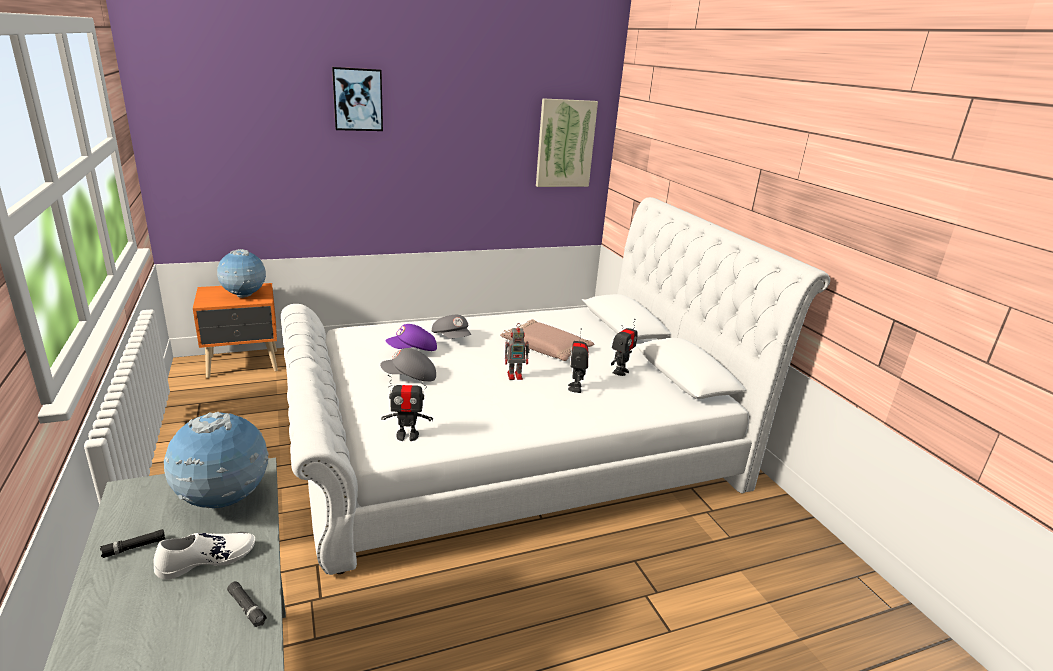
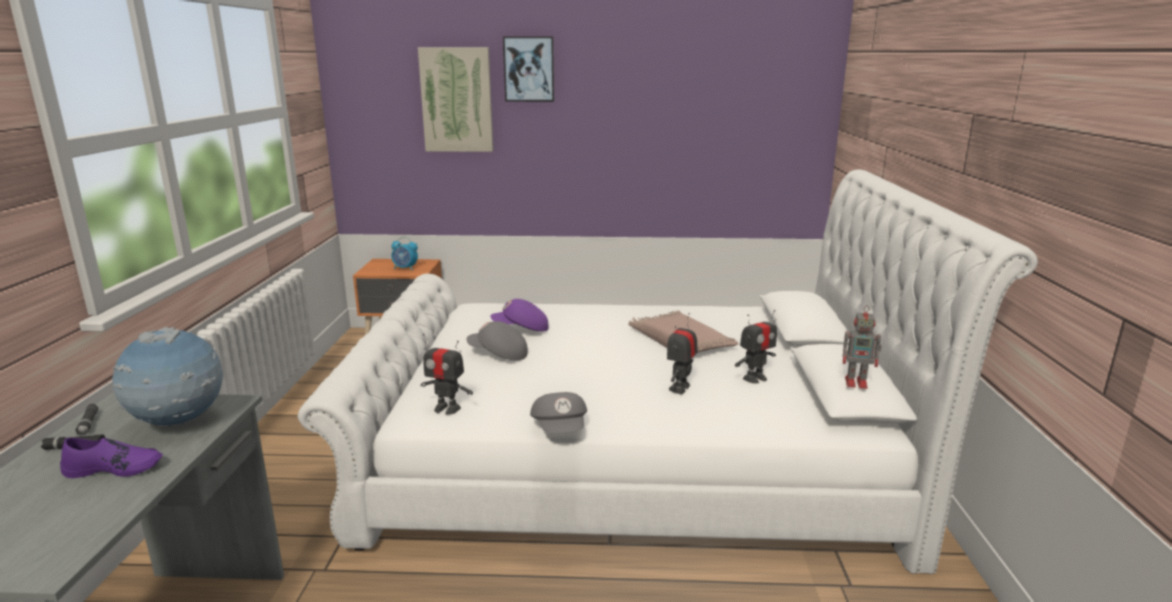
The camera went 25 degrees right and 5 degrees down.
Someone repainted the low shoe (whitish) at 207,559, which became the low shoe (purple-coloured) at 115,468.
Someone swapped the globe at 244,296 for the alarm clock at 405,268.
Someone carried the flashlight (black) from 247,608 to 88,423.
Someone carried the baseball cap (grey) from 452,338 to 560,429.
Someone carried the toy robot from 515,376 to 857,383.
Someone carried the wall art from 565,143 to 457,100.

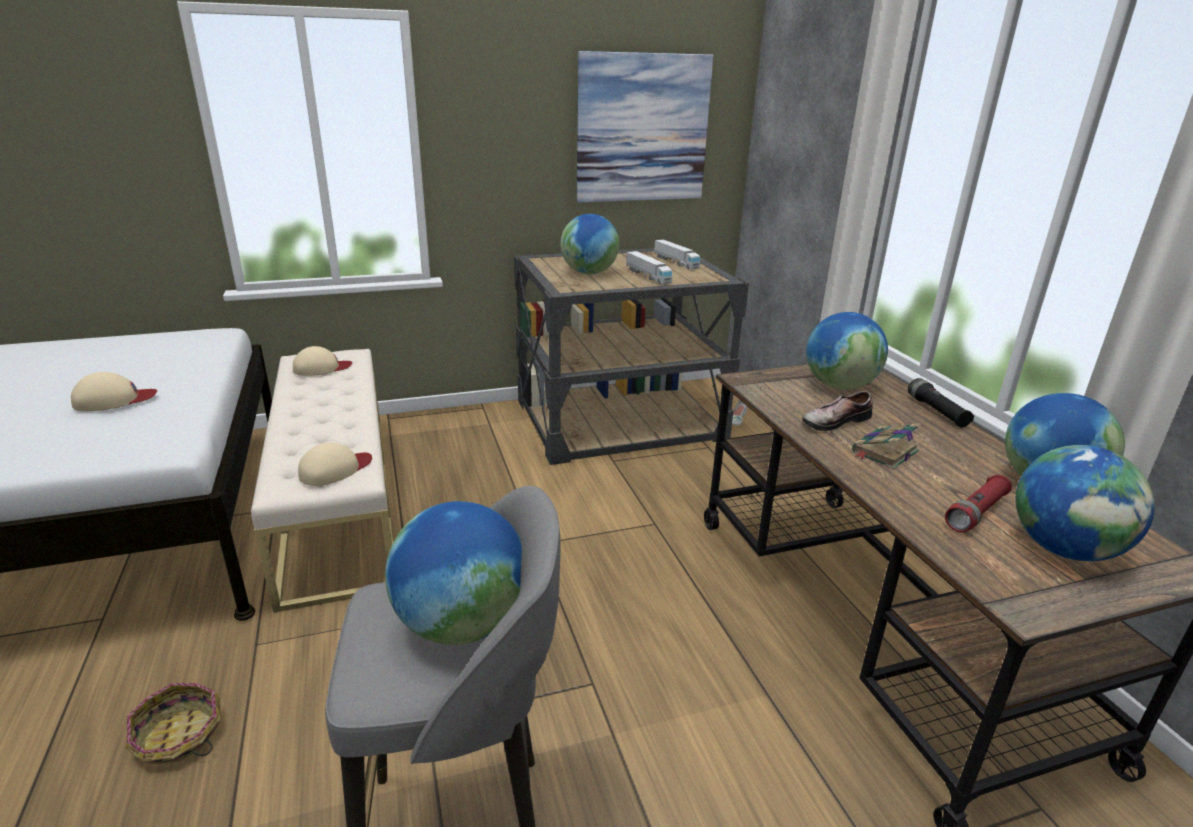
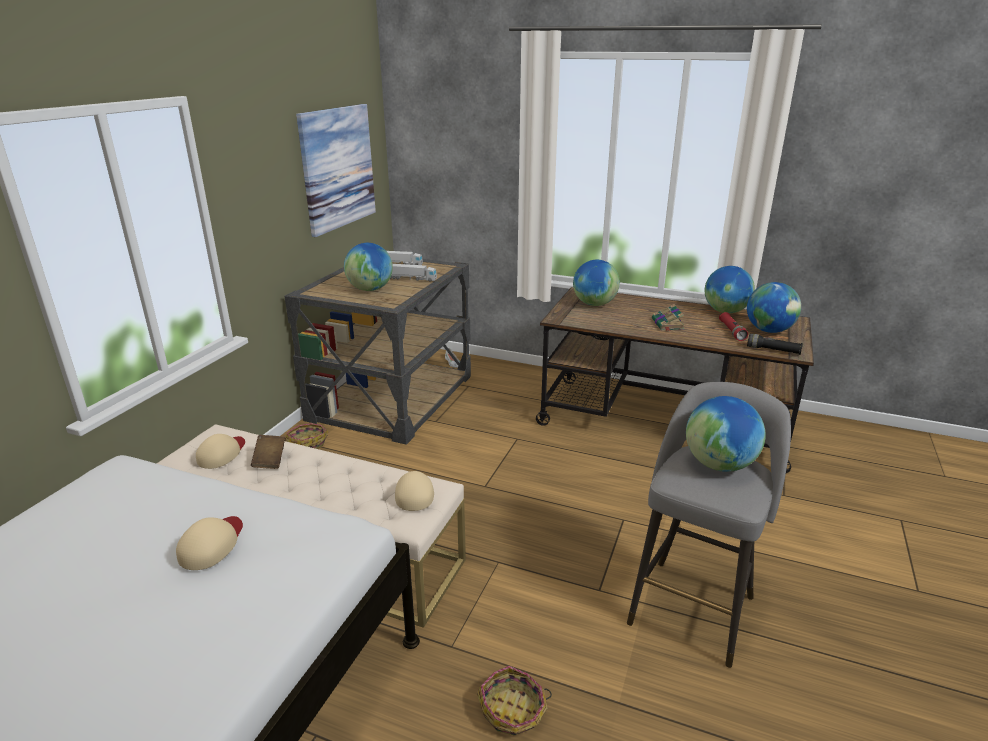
The camera went 50 degrees left and 0 degrees up.
Someone took away the low shoe at 834,420.
Someone carried the flashlight (black) from 936,412 to 773,350.
Someone put down the volume (brown) at 270,460.
Someone put down the household basket at 308,443.

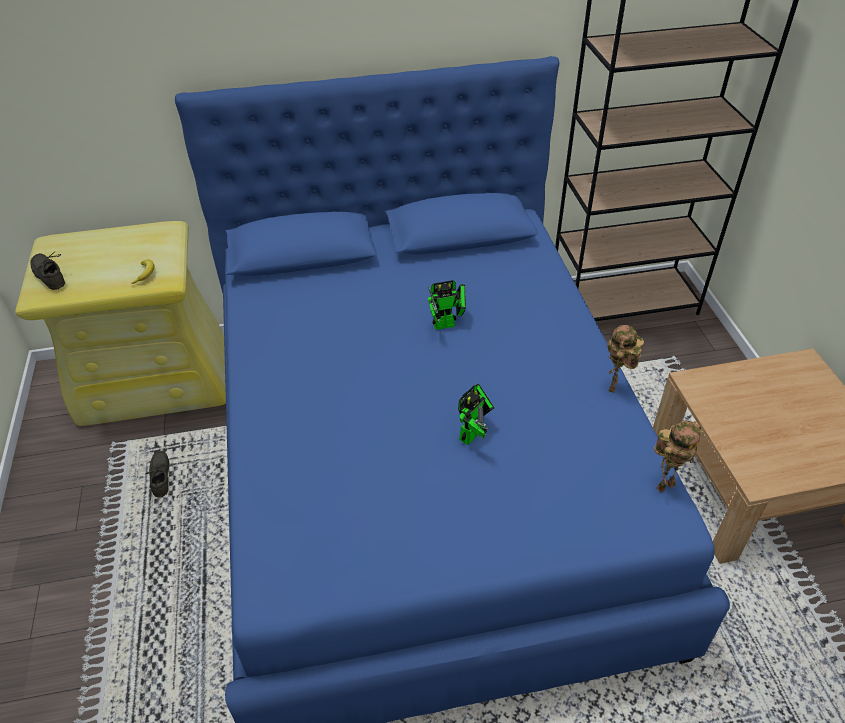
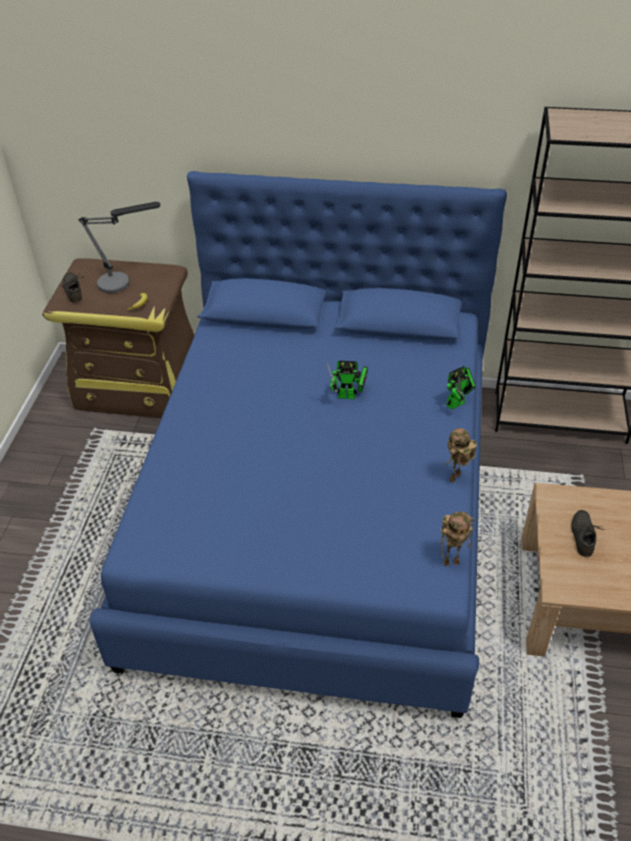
The camera went 20 degrees right and 0 degrees up.
Someone repainted the night table (yellowish) at 155,382, which became the night table (brown) at 142,389.
Someone carried the low shoe (grey) from 163,476 to 584,536.
Someone carried the toy robot from 473,432 to 458,402.
Someone put down the lamp for a table at 123,282.

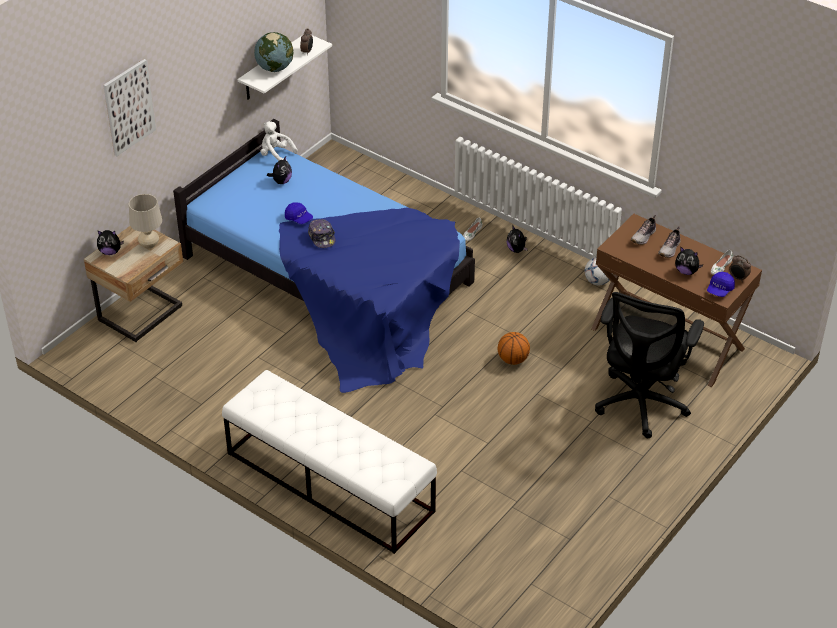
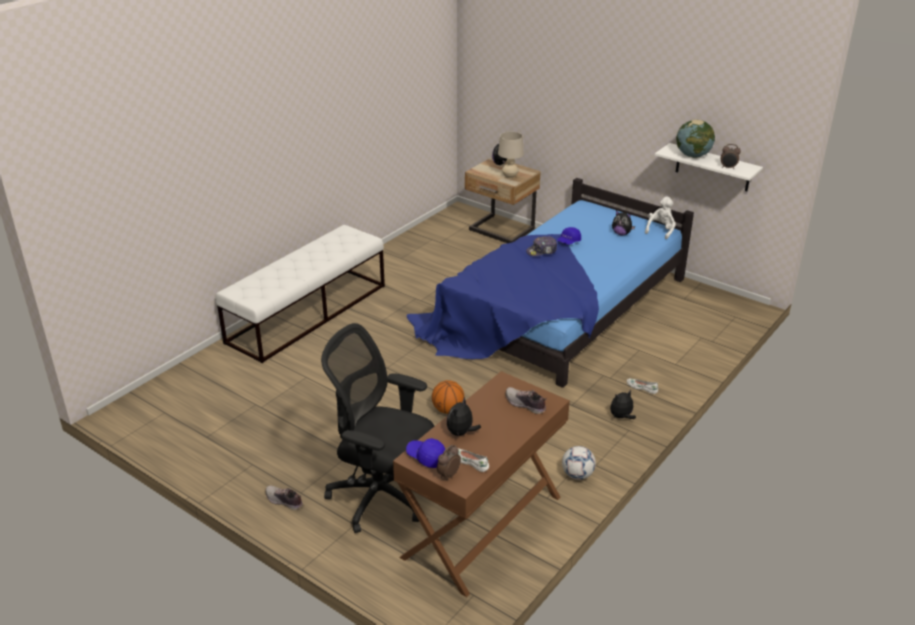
The camera went 90 degrees right and 10 degrees down.
Someone took away the wall art at 129,107.
Someone carried the low shoe from 670,249 to 284,501.

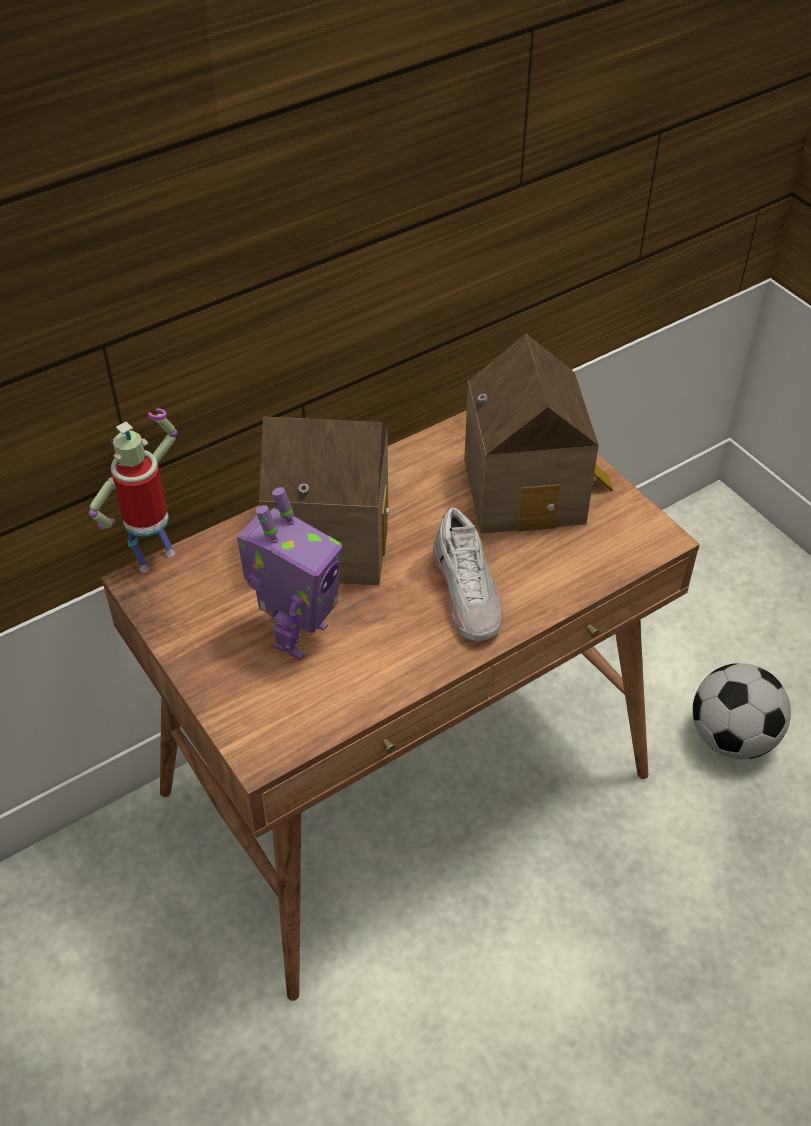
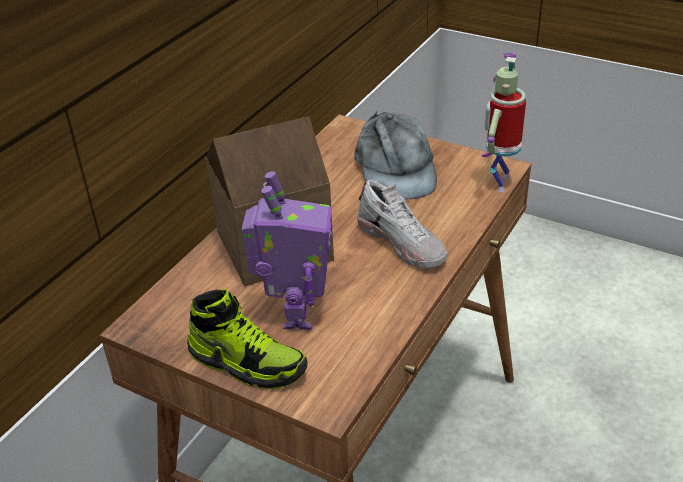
The camera went 25 degrees left and 10 degrees down.
Someone carried the toy robot from 154,556 to 499,182.
Someone swapped the toy house at 530,489 for the baseball cap (grey) at 395,169.
Someone took away the ball for football at 732,738.
Someone put down the low shoe at 247,363.

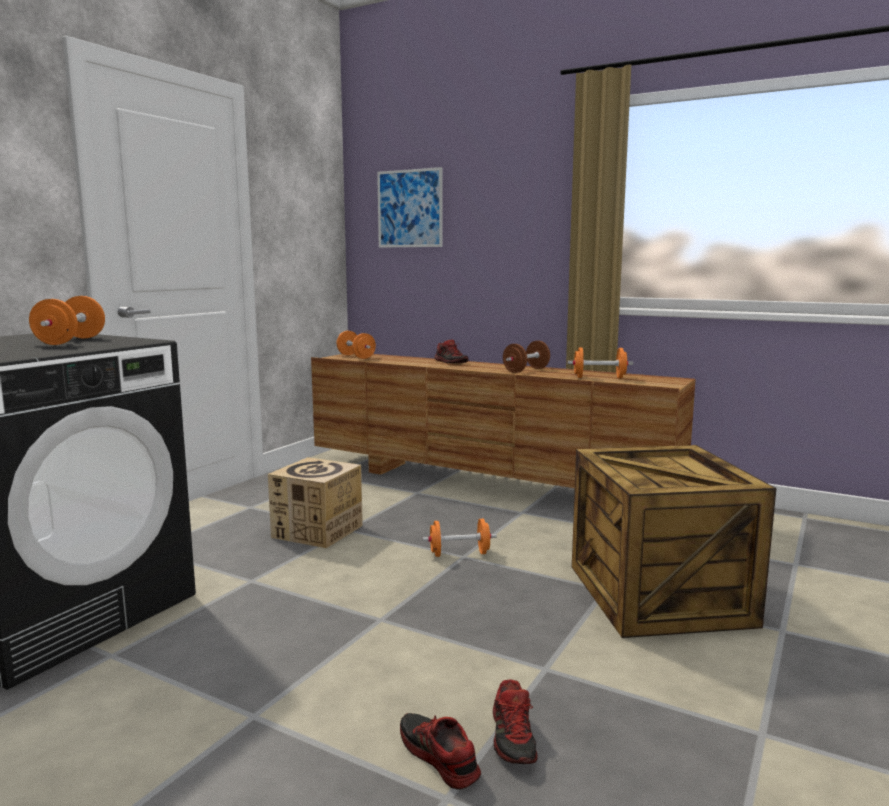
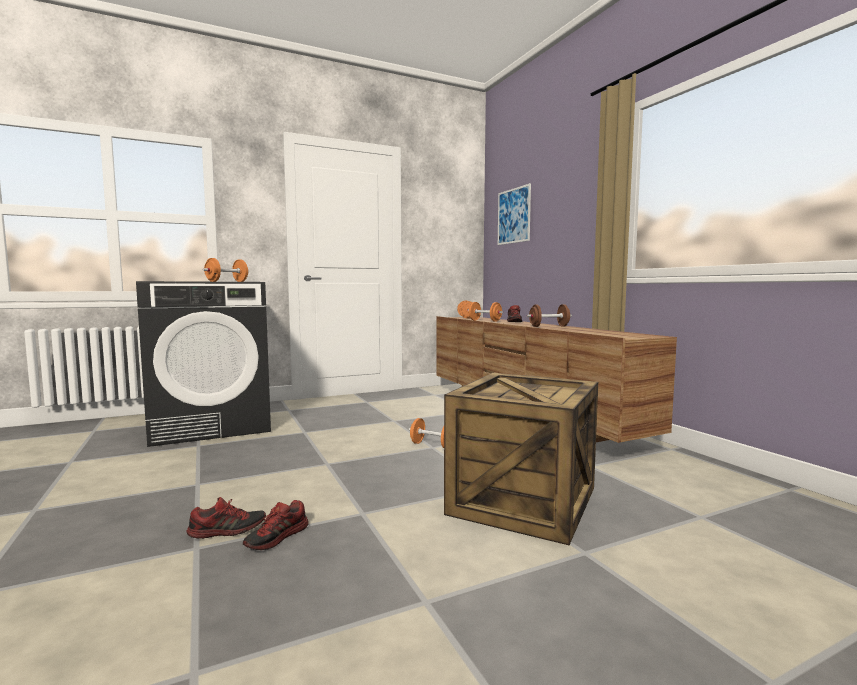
The camera went 35 degrees right and 5 degrees down.
Someone took away the carton at 317,531.
Someone rotated the low shoe at 437,758 by 75 degrees clockwise.
Someone carried the hand weight (orange) from 599,377 to 485,321.

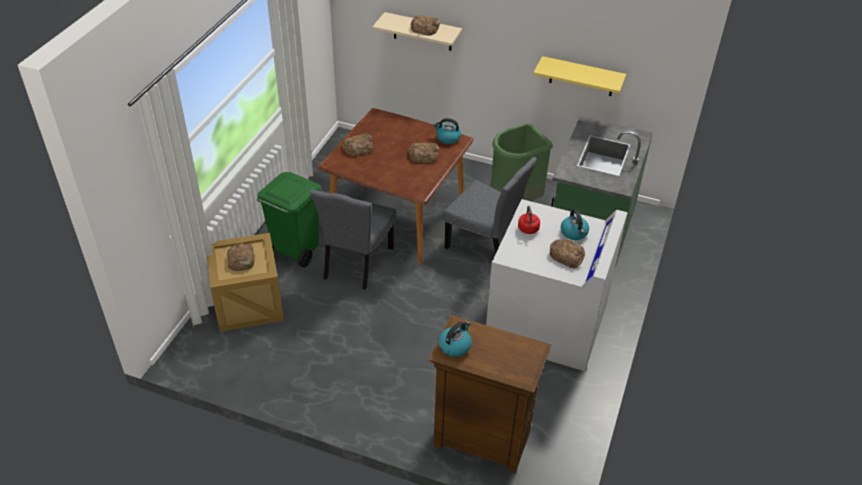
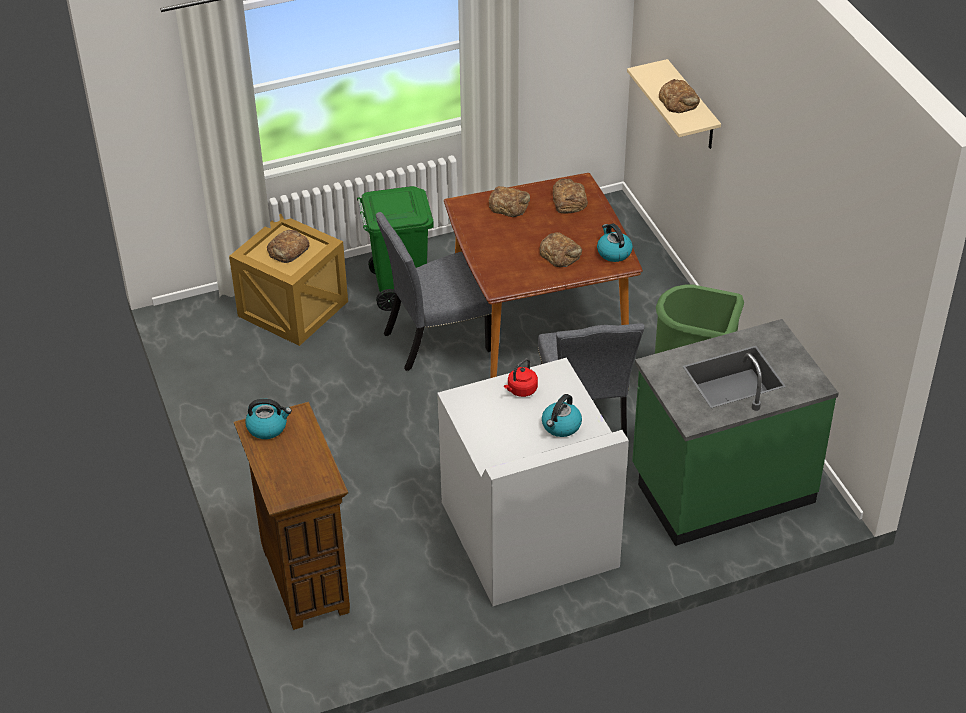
The camera went 50 degrees right and 0 degrees up.
Someone took away the shelf (yellowish) at 581,76.
Someone carried the baked bread from 566,256 to 569,200.

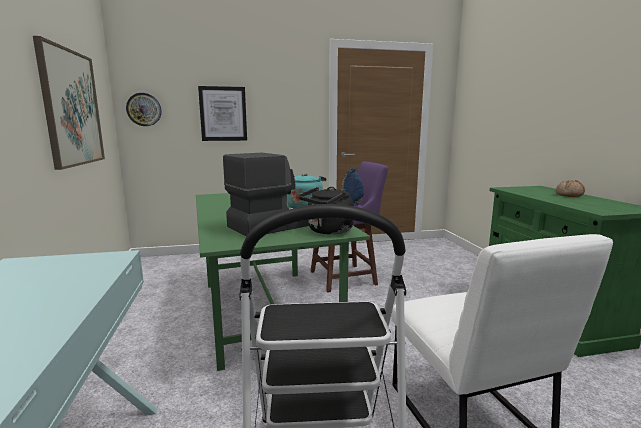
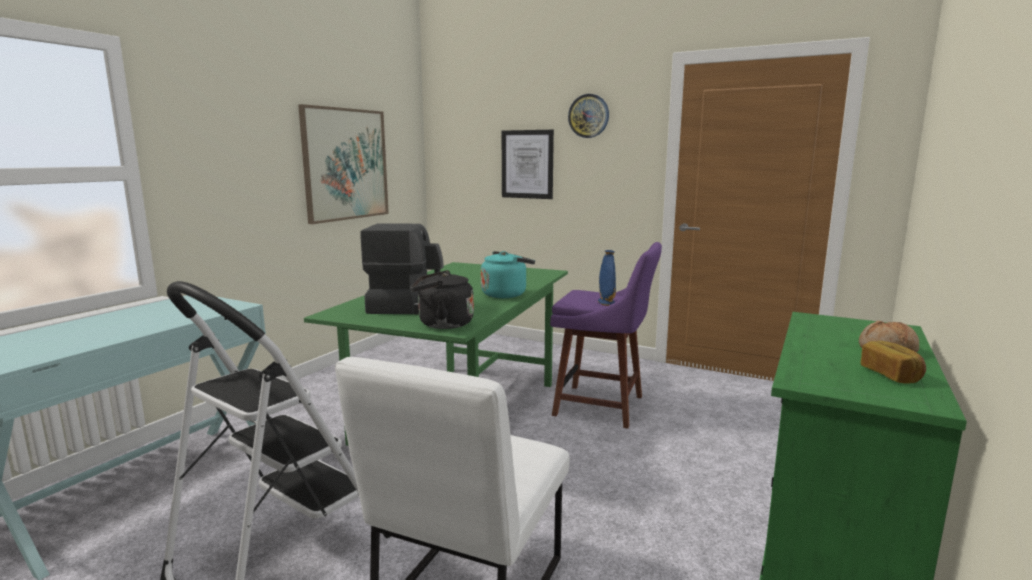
The camera went 40 degrees right and 0 degrees up.
Someone carried the hanging clock from 144,109 to 588,116.
Someone put down the baked bread at 891,375.

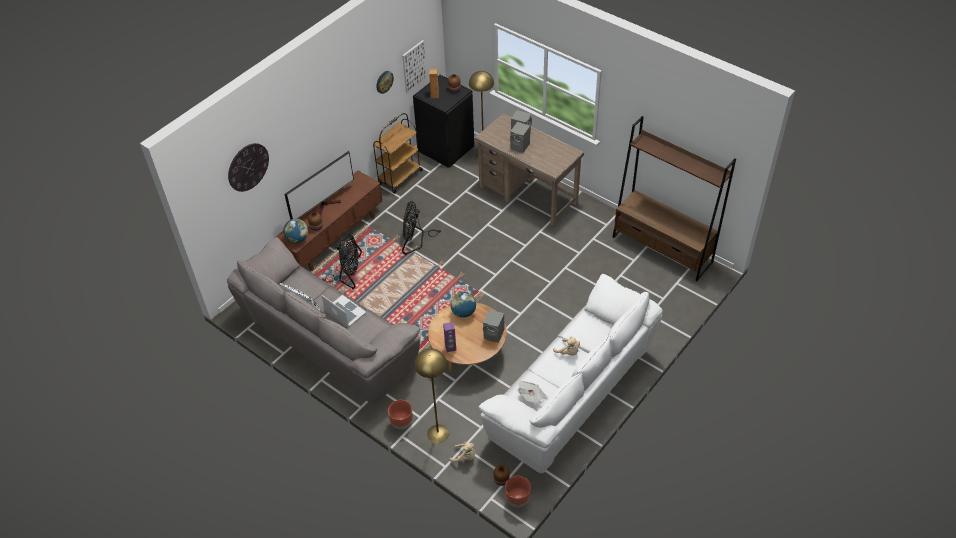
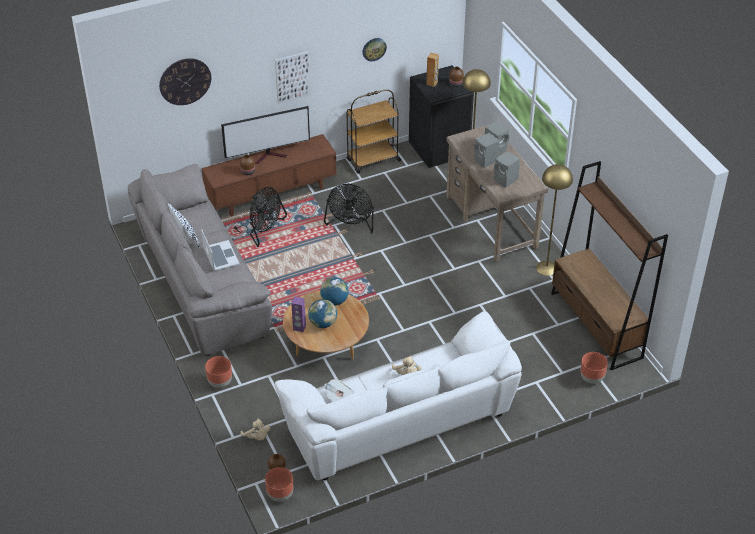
The camera went 25 degrees right and 5 degrees down.
Someone carried the globe from 297,239 to 323,323.
Someone carried the wall art from 414,66 to 292,77.
Someone rotated the fan (black) at 416,238 by 105 degrees counterclockwise.
Someone carried the floor lamp (yellowish) from 438,433 to 546,268.
Someone carried the audio speaker (grey) from 494,334 to 506,180.
Someone put down the planter (brown) at 592,378.

